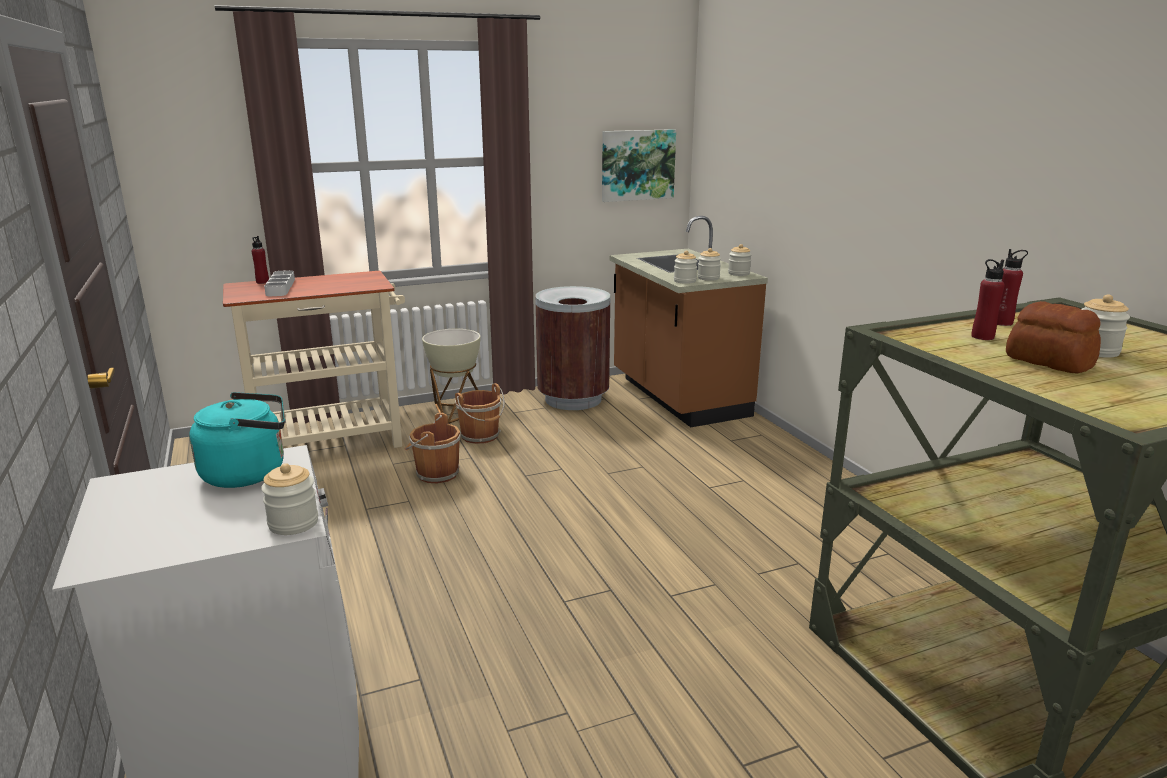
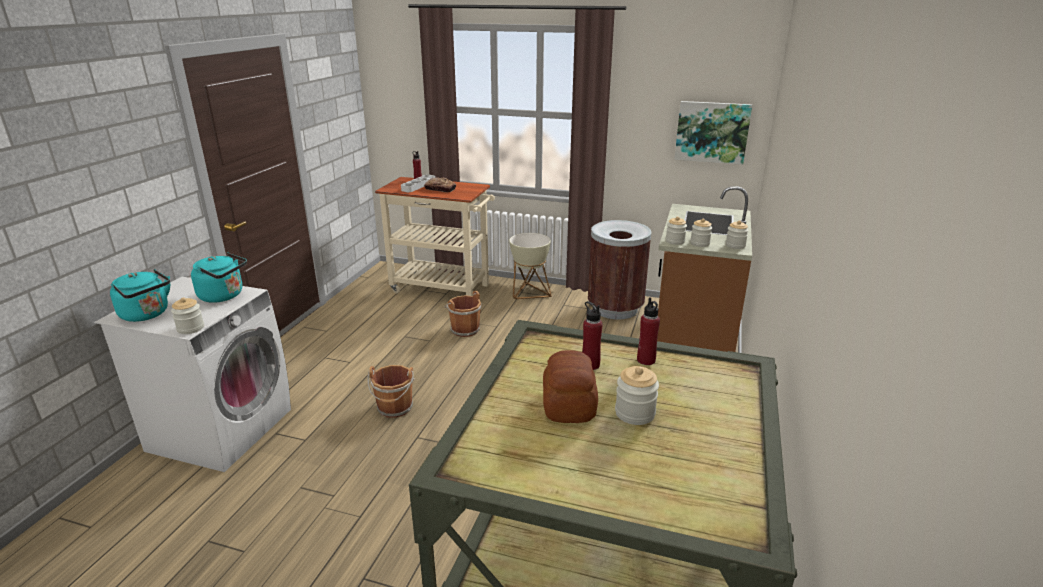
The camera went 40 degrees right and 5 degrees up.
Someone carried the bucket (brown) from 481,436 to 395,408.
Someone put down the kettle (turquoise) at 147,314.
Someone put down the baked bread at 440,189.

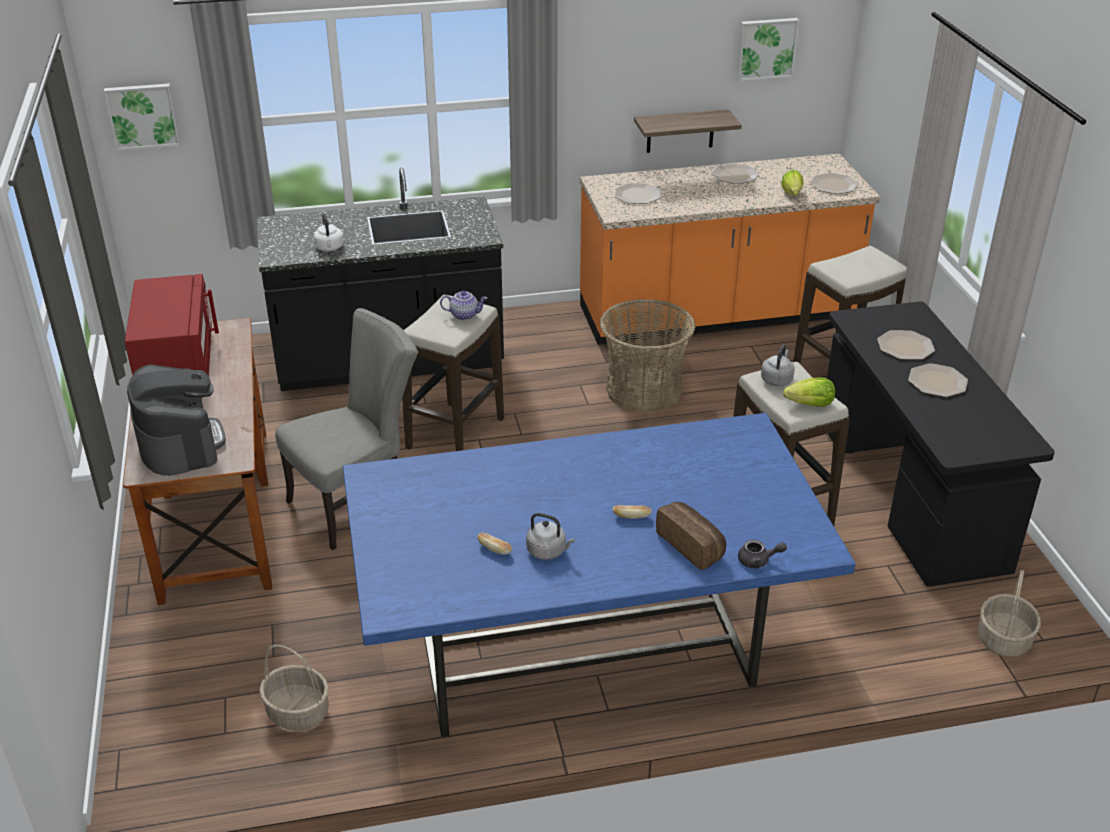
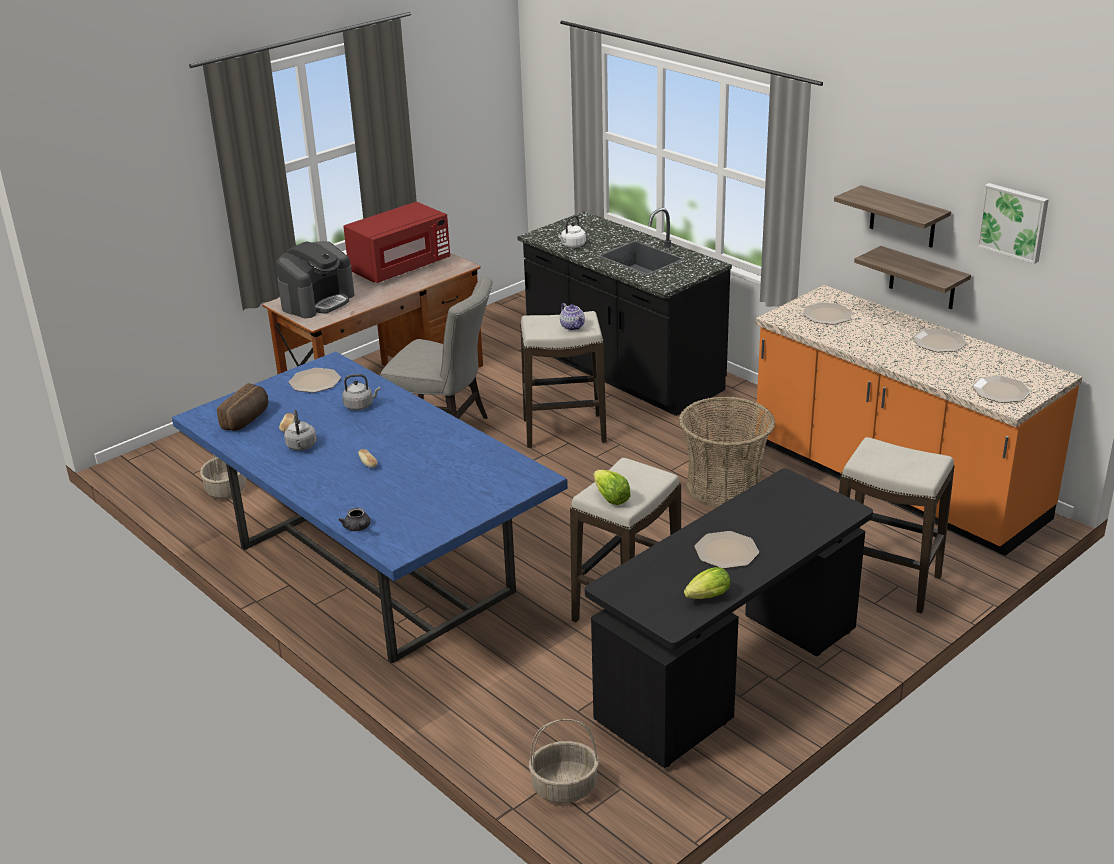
The camera went 60 degrees right and 5 degrees down.
Someone took away the wall art at 143,115.
Someone carried the baked bread from 692,545 to 247,419.
Someone carried the kettle (grey) from 777,379 to 360,406.
Someone carried the head of lettuce from 792,195 to 706,598.
Someone carried the flat dish from 905,346 to 315,381.
Someone put up the shelf at 902,217.

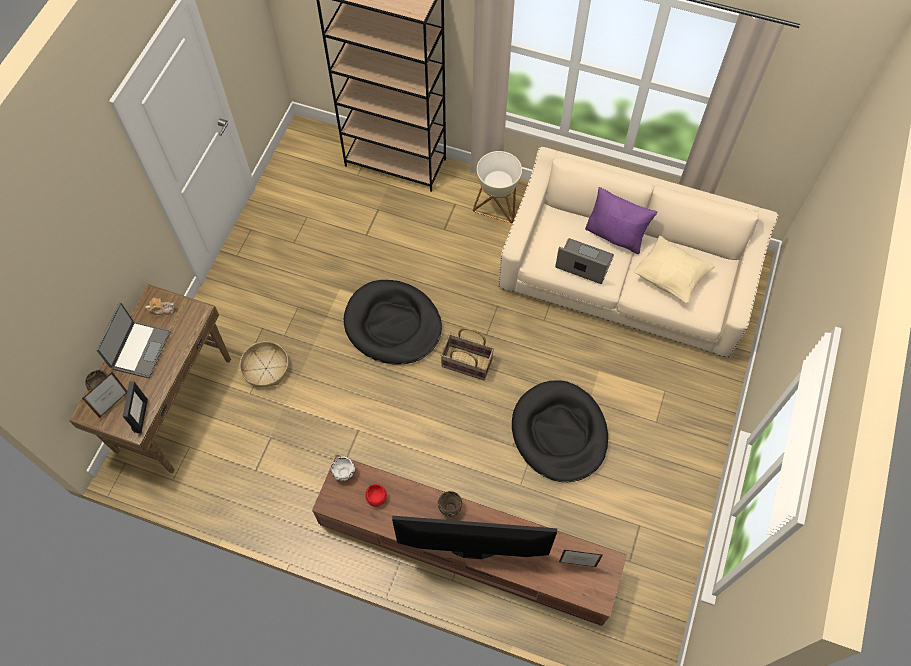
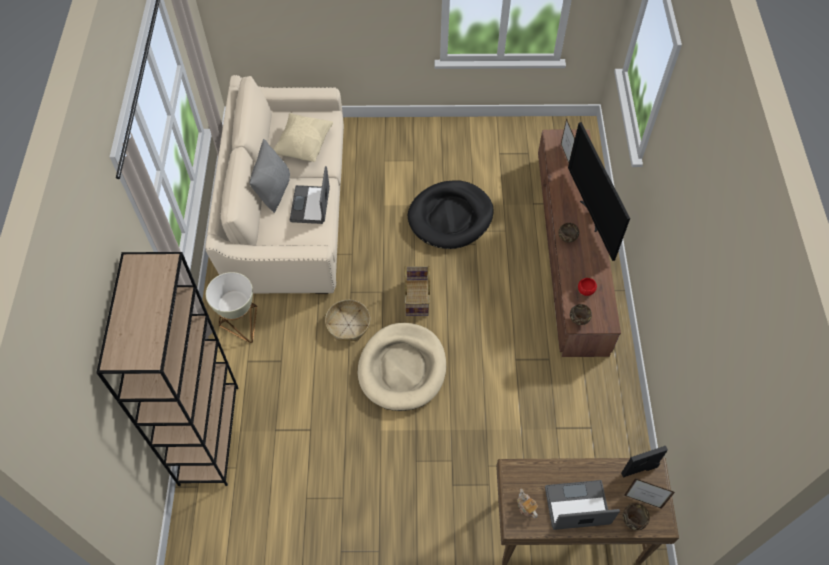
The camera went 110 degrees left and 5 degrees down.
Someone carried the household basket from 266,368 to 348,325.
Someone repainted the bowl (whitish) at 344,473, which became the bowl (brown) at 578,320.
Someone repainted the dog bed (black) at 393,325, which became the dog bed (beige) at 402,368.
Someone repainted the throw pillow (purple-coloured) at 615,235, which became the throw pillow (grey) at 273,190.

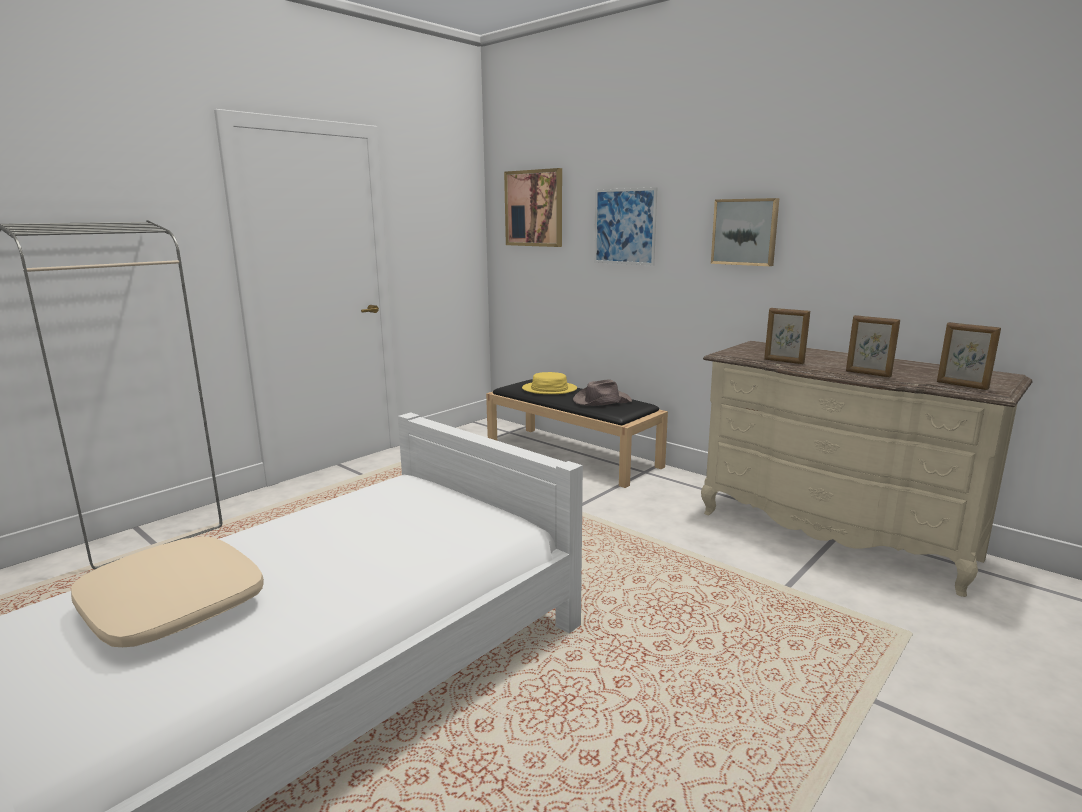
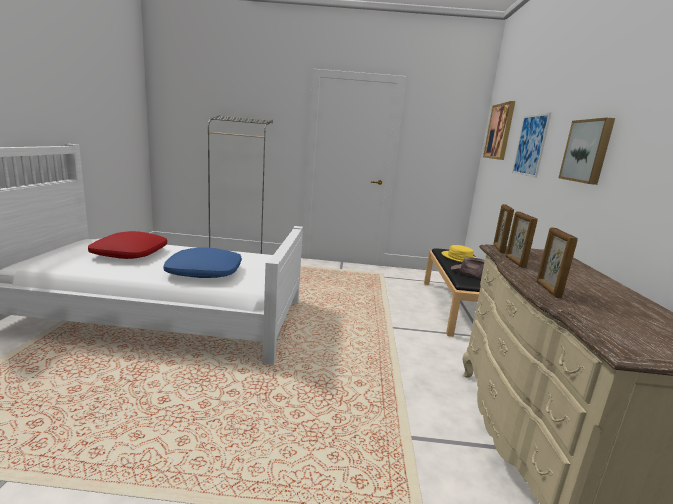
The camera went 50 degrees right and 0 degrees up.
Someone repainted the throw pillow (beige) at 171,607, which became the throw pillow (reddish) at 130,253.
Someone carried the photo frame from 962,385 to 498,249.
Someone put down the throw pillow (blue) at 205,271.

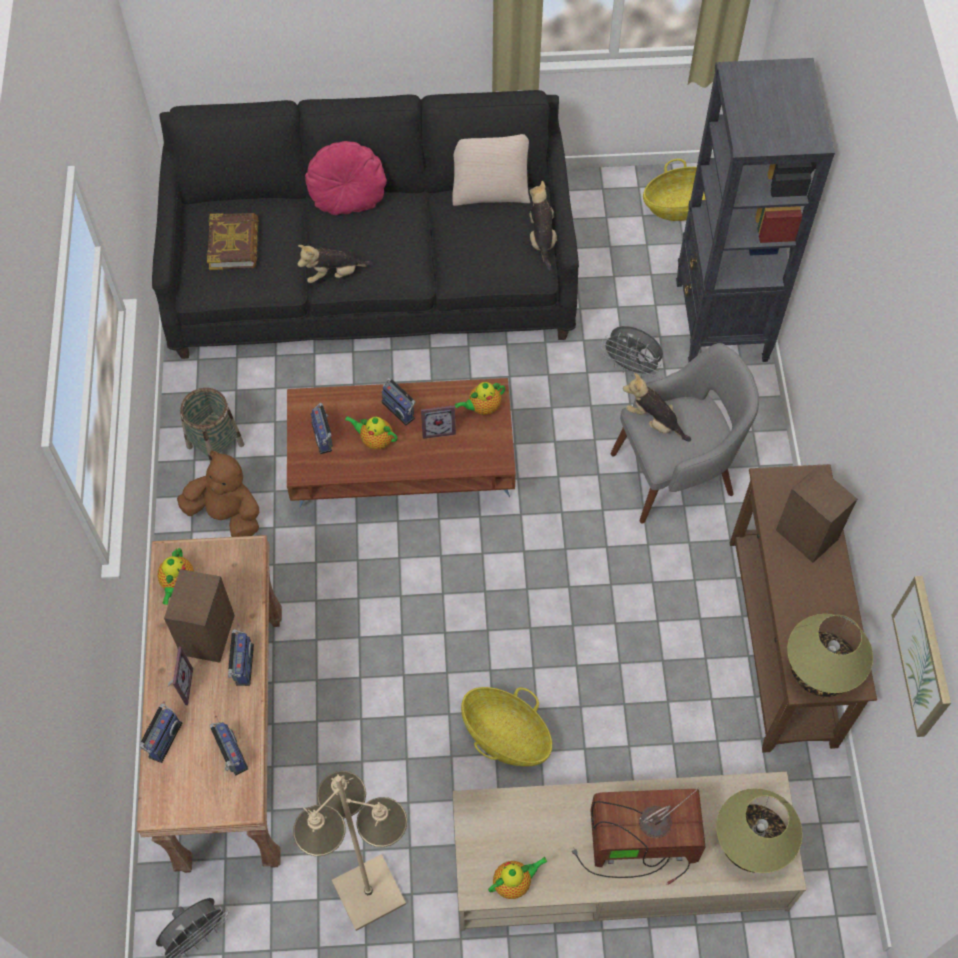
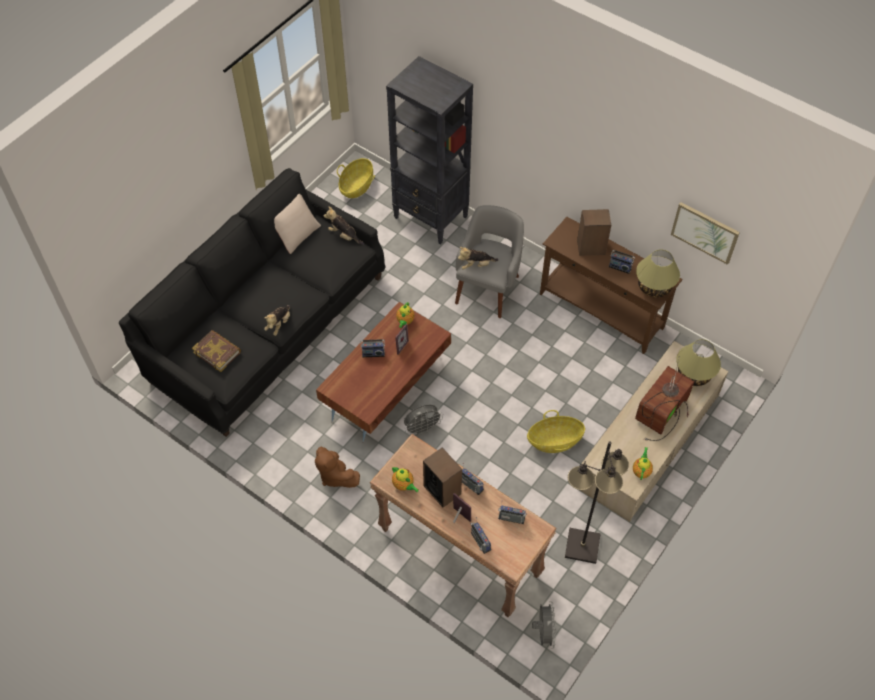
The camera went 50 degrees left and 5 degrees down.
Someone rotated the cuddly toy (brown) at 226,514 by 105 degrees counterclockwise.
Someone took away the household basket at 215,445.
Someone repainted the floor lamp (beige) at 367,892, which became the floor lamp (black) at 581,546.
Someone took away the throw pillow (pinkish) at 348,202.
Someone carried the radio set from 324,436 to 620,266.
Someone took away the tea pot at 375,440.
Someone carried the fan (grey) from 631,367 to 422,429.

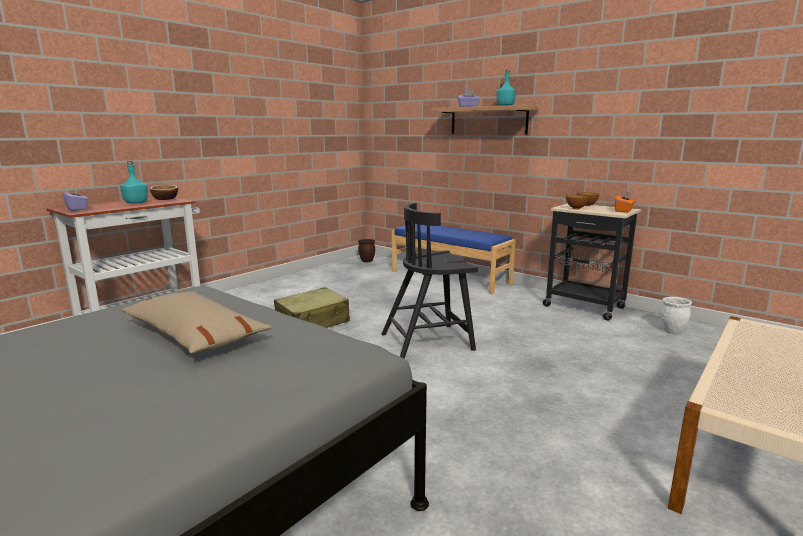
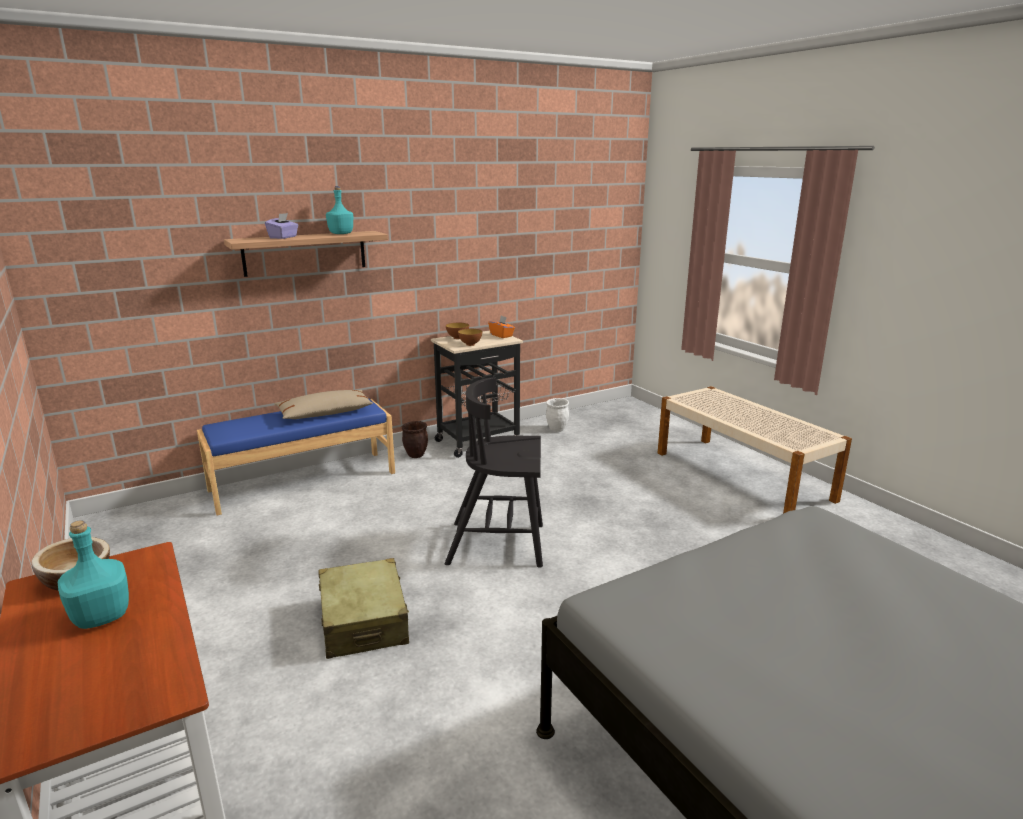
The camera went 70 degrees left and 5 degrees up.
Someone took away the box of tissues (purple-coloured) at 77,209.
Someone carried the throw pillow (beige) from 194,335 to 325,413.
Someone carried the planter (brown) from 367,261 to 415,455.
Someone rotated the chair (black) at 429,341 by 90 degrees clockwise.

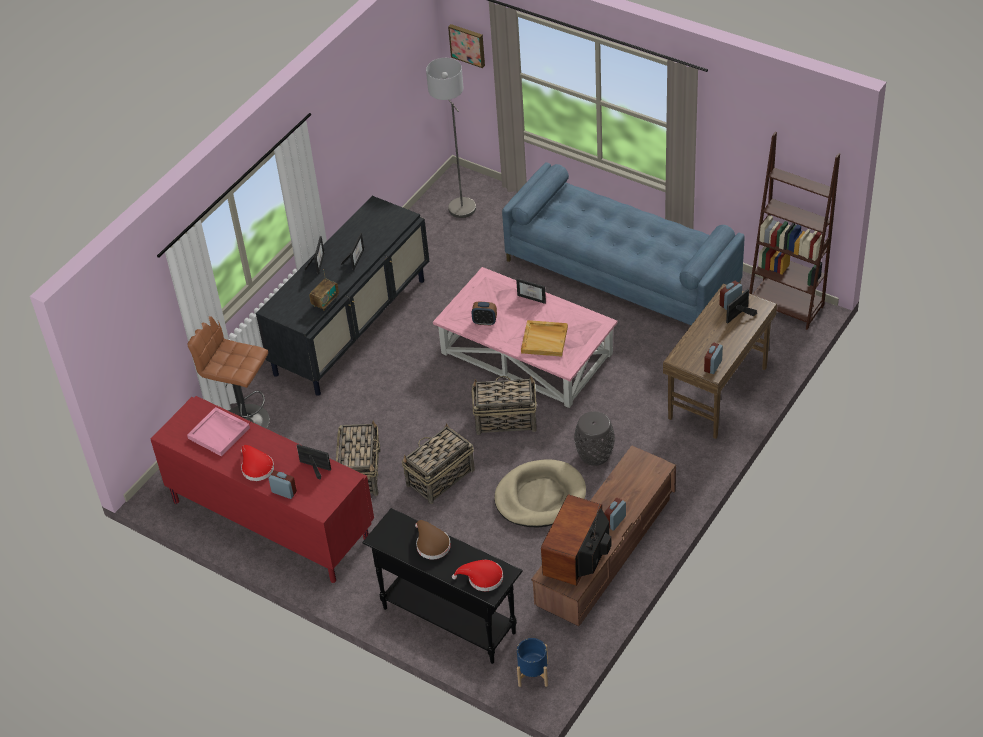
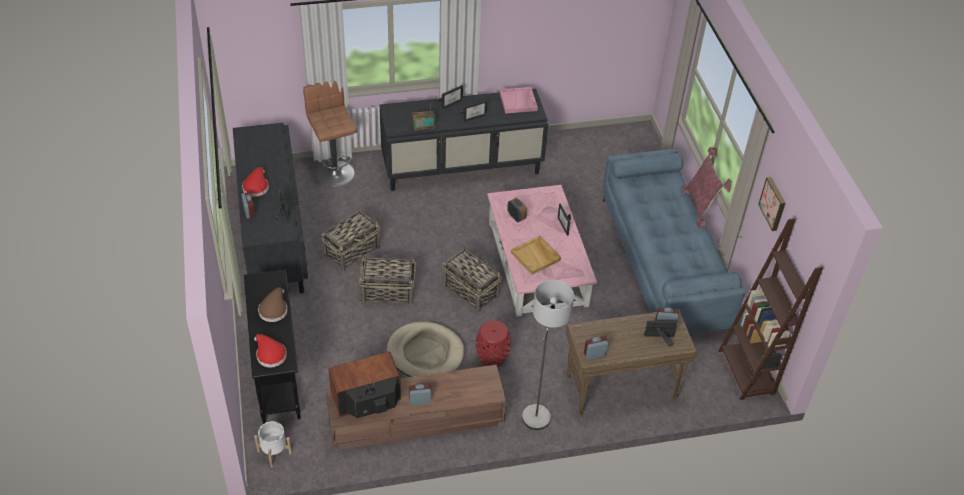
The camera went 40 degrees right and 0 degrees up.
Someone repainted the cabinet (reddish) at 271,518, which became the cabinet (black) at 274,236.
Someone carried the tray (pinkish) from 219,433 to 518,102.
Someone carried the floor lamp (grey) from 458,204 to 538,411.
Someone carried the wall art from 467,44 to 773,203.
Someone repainted the planter (blue) at 533,674, which became the planter (whitish) at 274,452.
Someone repainted the sitting stool (grey) at 594,454, which became the sitting stool (reddish) at 492,357.
Someone put down the throw pillow (reddish) at 701,209.

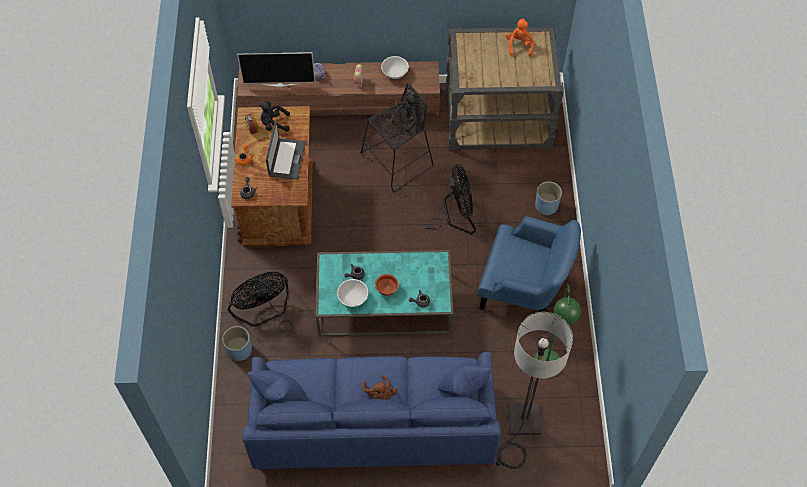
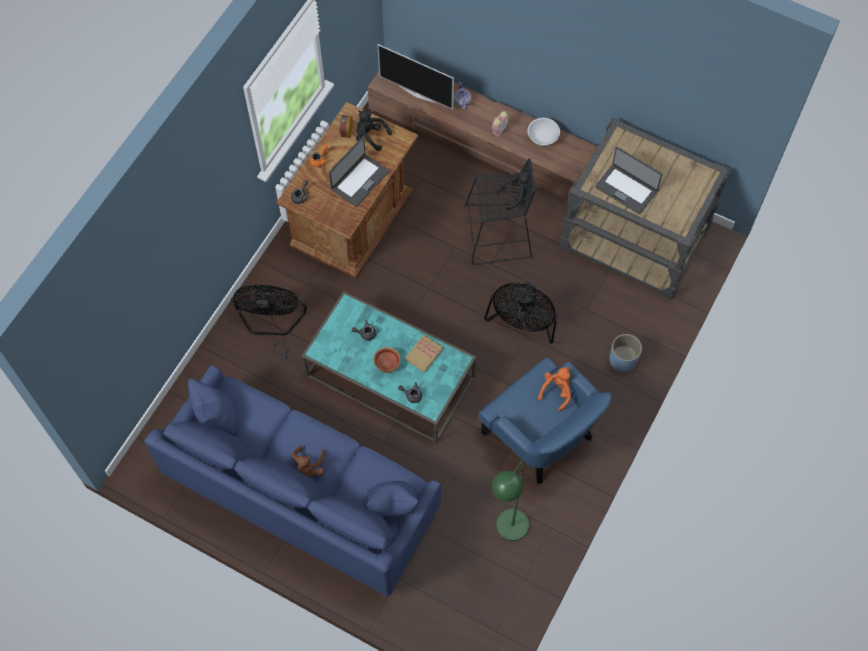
The camera went 30 degrees right and 5 degrees up.
Someone took away the planter (blue) at 239,350.
Someone took away the bowl (whitish) at 353,297.
Someone rotated the fan (black) at 455,213 by 90 degrees clockwise.
Someone took away the floor lamp at 520,430.
Someone carried the cuddly toy (orange) from 519,45 to 556,391.
Someone put down the volume at 424,354.
Someone put down the notebook computer at 626,189.

